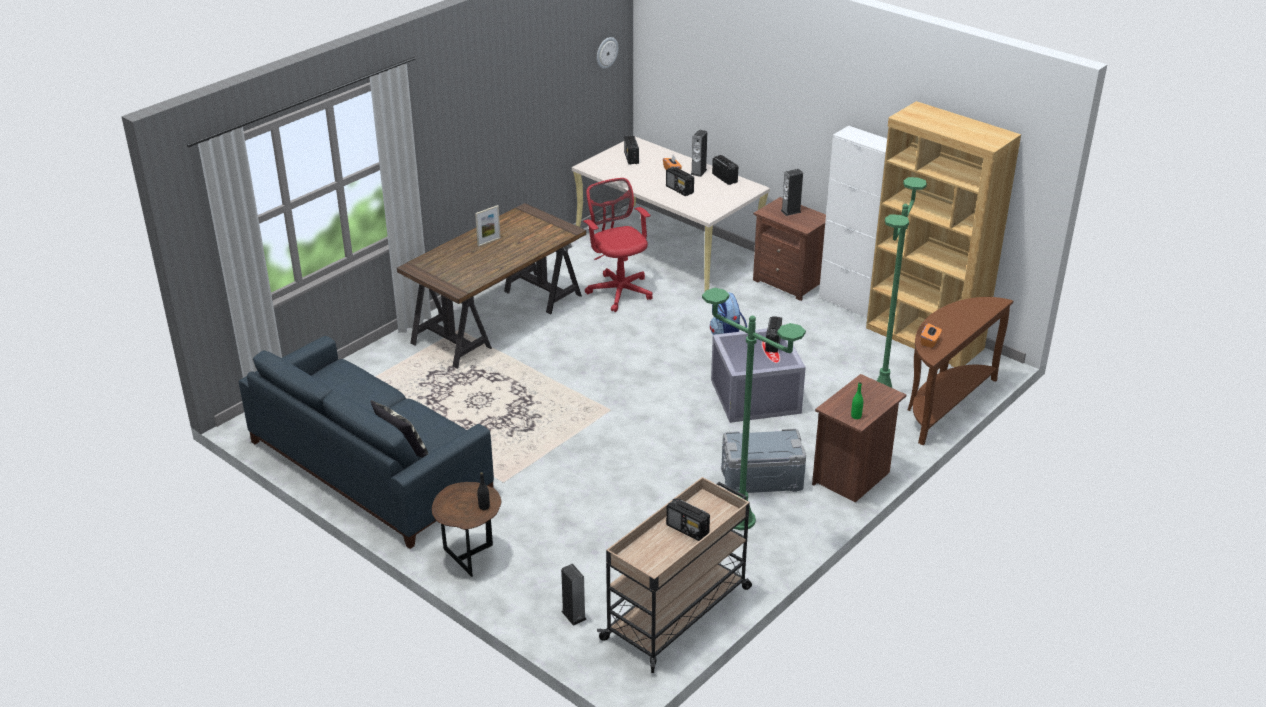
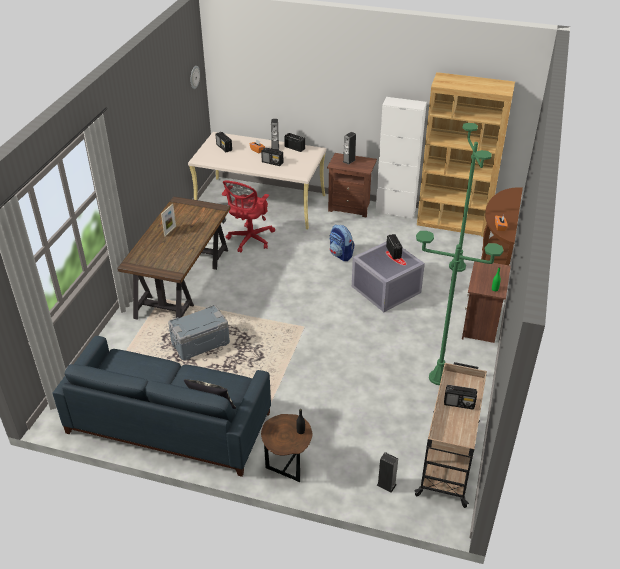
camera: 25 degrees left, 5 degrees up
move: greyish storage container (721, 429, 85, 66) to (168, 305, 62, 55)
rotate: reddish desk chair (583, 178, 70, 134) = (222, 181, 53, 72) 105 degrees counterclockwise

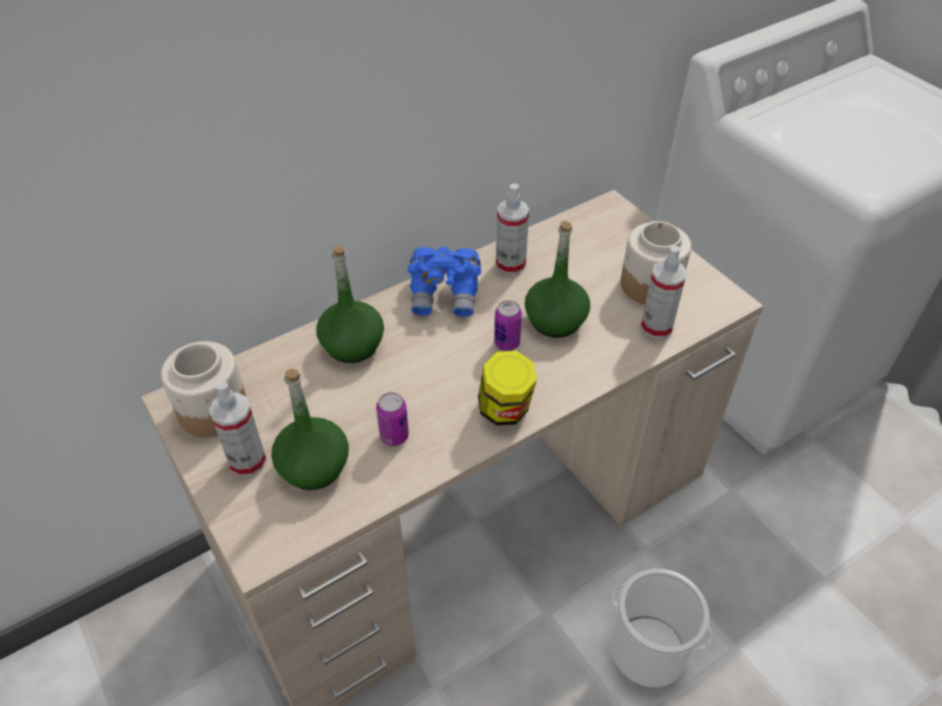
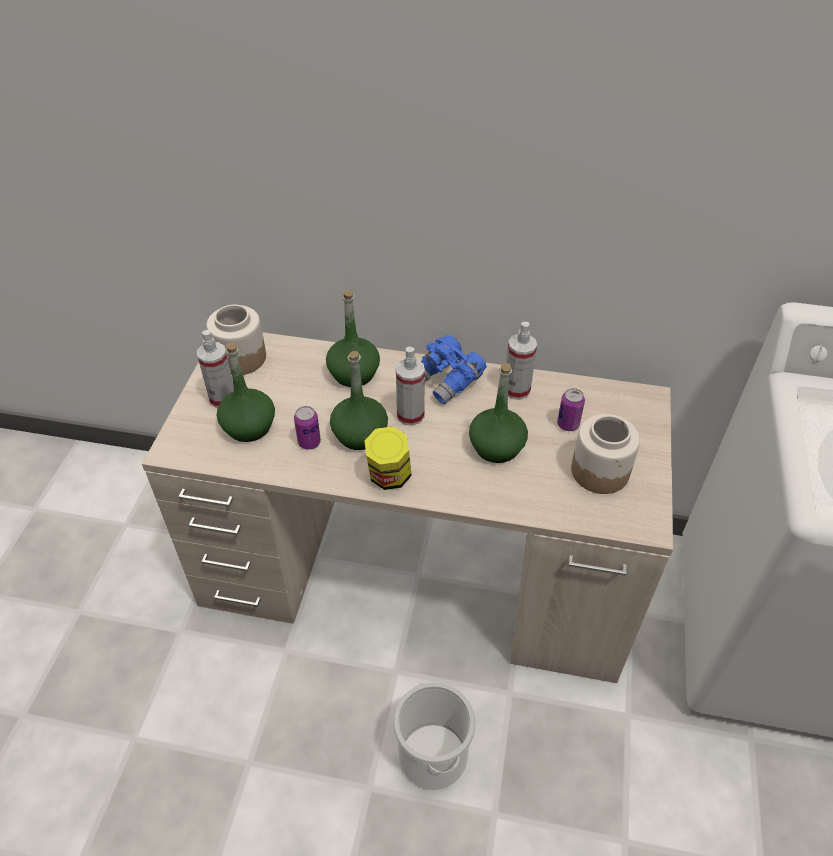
camera: 45 degrees right, 0 degrees up
insert: green-coloured drink bottle (330, 351, 58, 99)
move: sprayer (641, 246, 46, 93) to (396, 346, 29, 80); can (494, 300, 28, 51) to (557, 388, 28, 43)

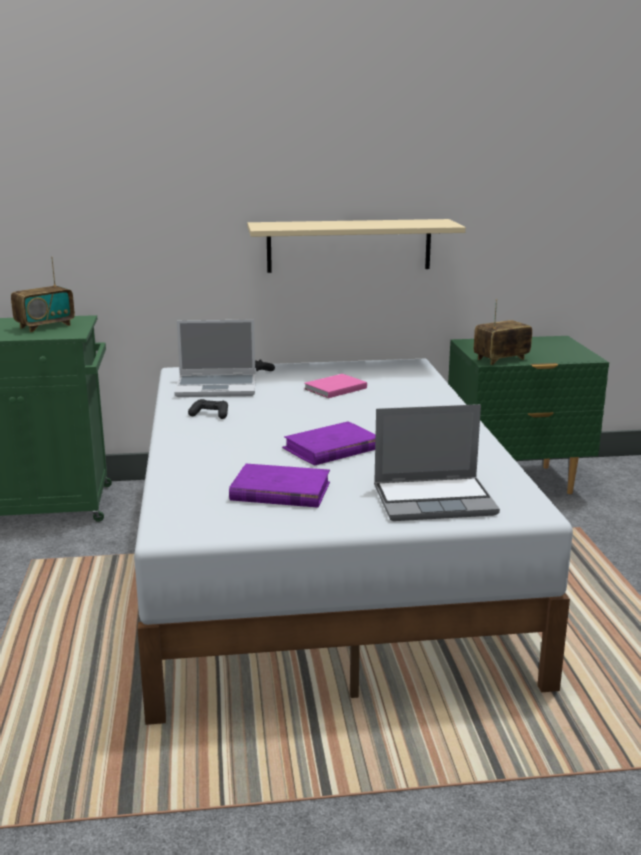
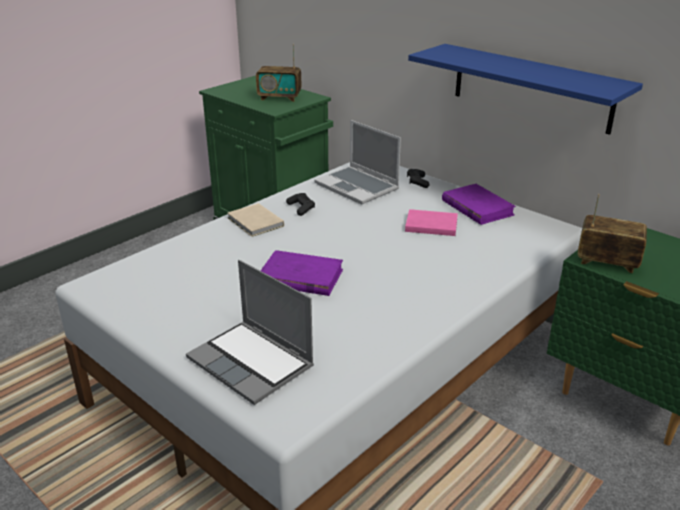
camera: 50 degrees right, 10 degrees up
insert: beige volume (227, 203, 57, 34)
move: purple volume (229, 464, 101, 44) to (442, 184, 74, 41)
recolor: beige bracket shelf (247, 219, 219, 54) to bluish bracket shelf (408, 44, 235, 91)

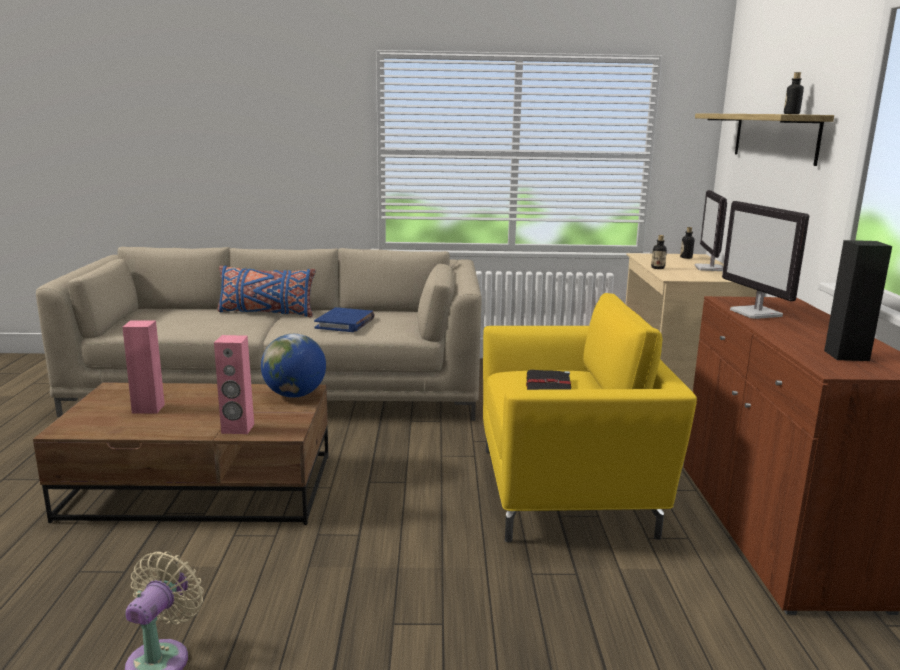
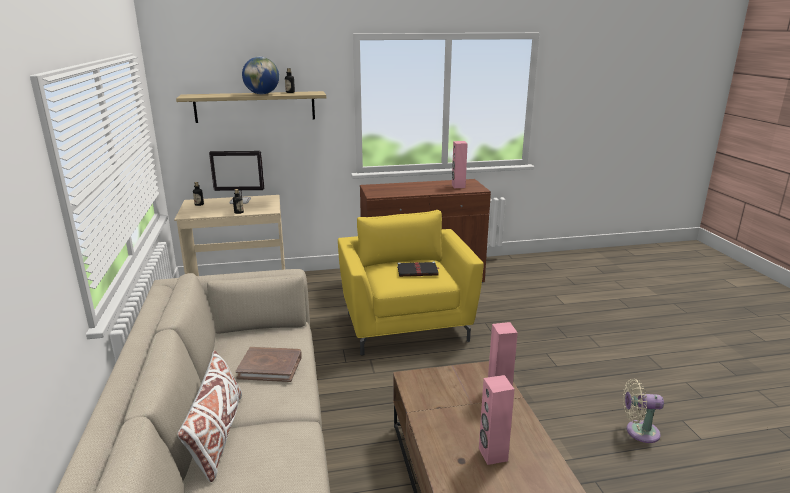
camera: 100 degrees left, 5 degrees up
delete: computer display (722, 201, 87, 118)
move: globe (261, 334, 65, 64) to (242, 57, 37, 37)
recolor: bluish pillow (217, 266, 98, 51) to white-coloured pillow (177, 350, 65, 132); bluish volume (314, 307, 61, 25) to brownish volume (235, 347, 67, 35); blackish audio speaker (824, 240, 68, 121) to pink-coloured audio speaker (452, 141, 16, 47)

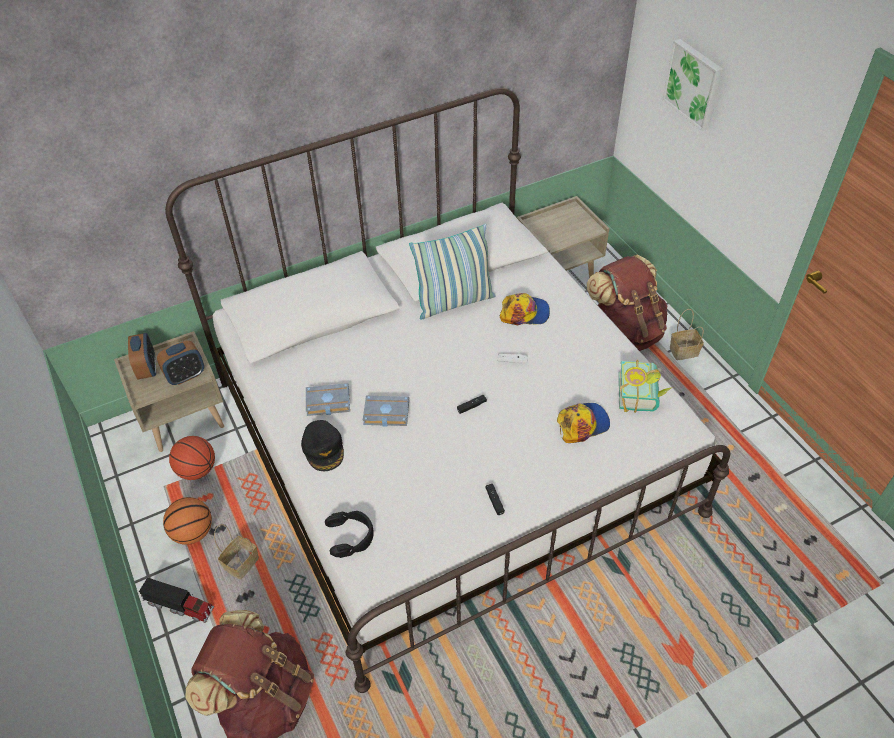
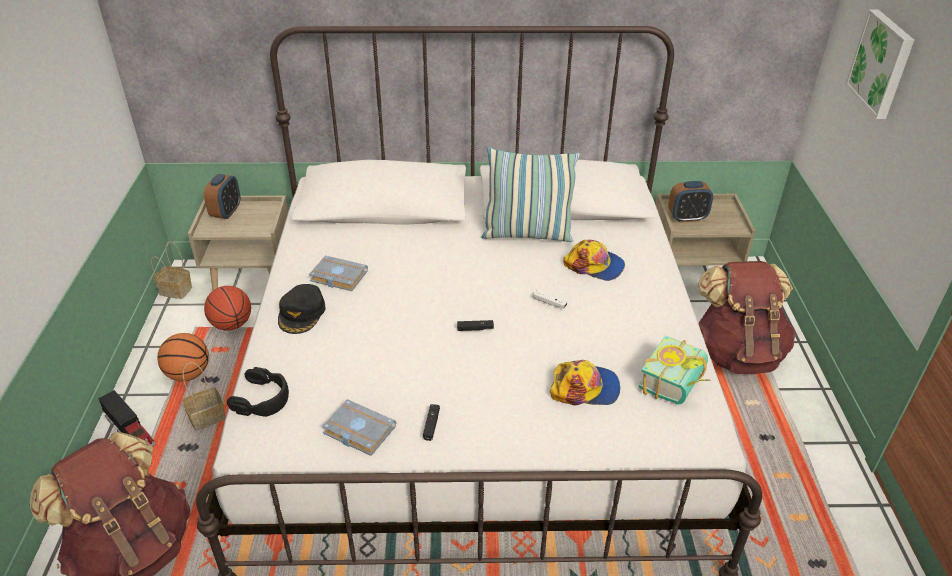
camera: 25 degrees right, 10 degrees down
move: storage basket (670, 309, 34, 51) to (151, 241, 41, 58); greyish volume (363, 396, 46, 31) to (322, 399, 74, 57); alarm clock (157, 340, 47, 45) to (668, 181, 45, 42)

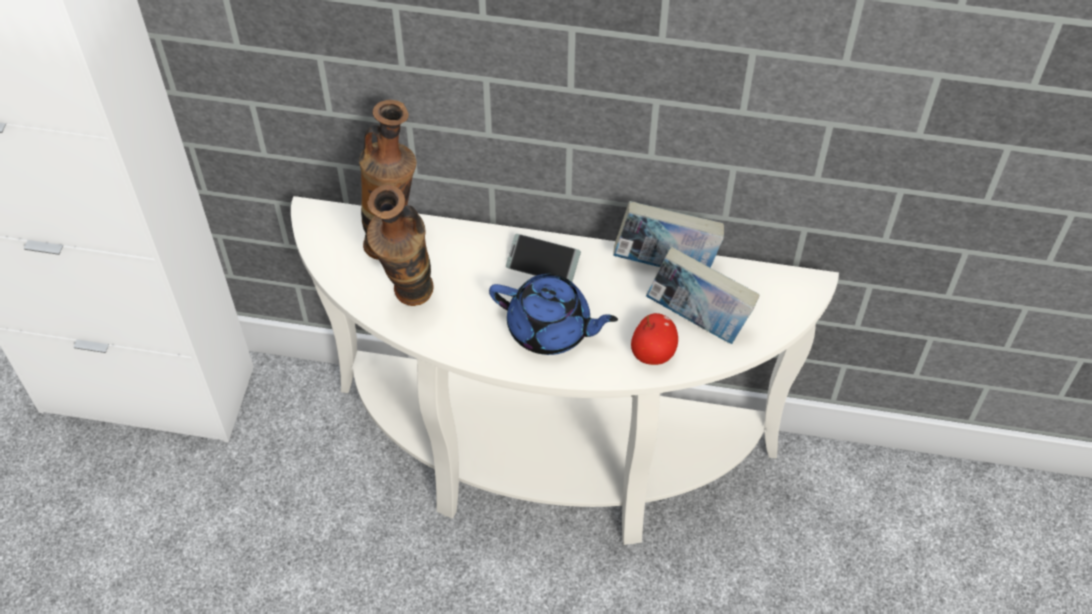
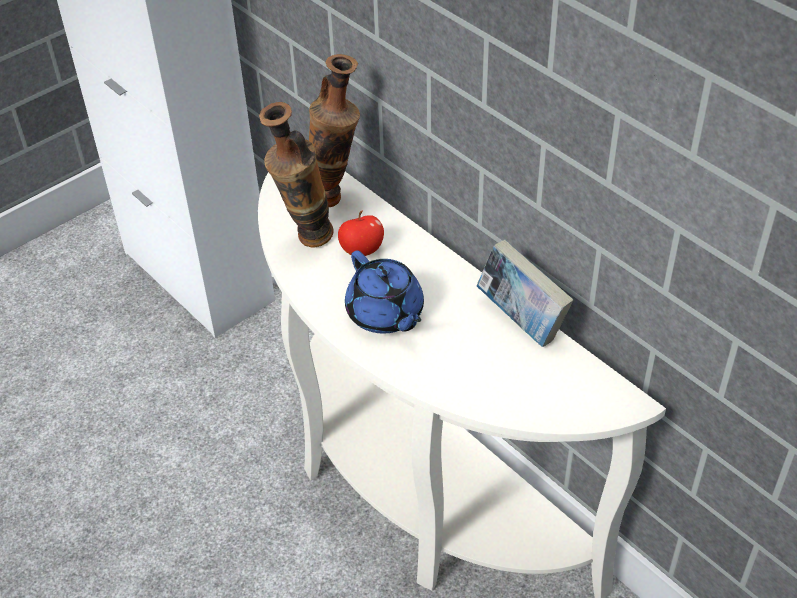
camera: 40 degrees right, 10 degrees down
delete: phone (506, 234, 75, 48); volume (646, 247, 113, 97)
move: apple (631, 313, 47, 52) to (338, 211, 46, 45)

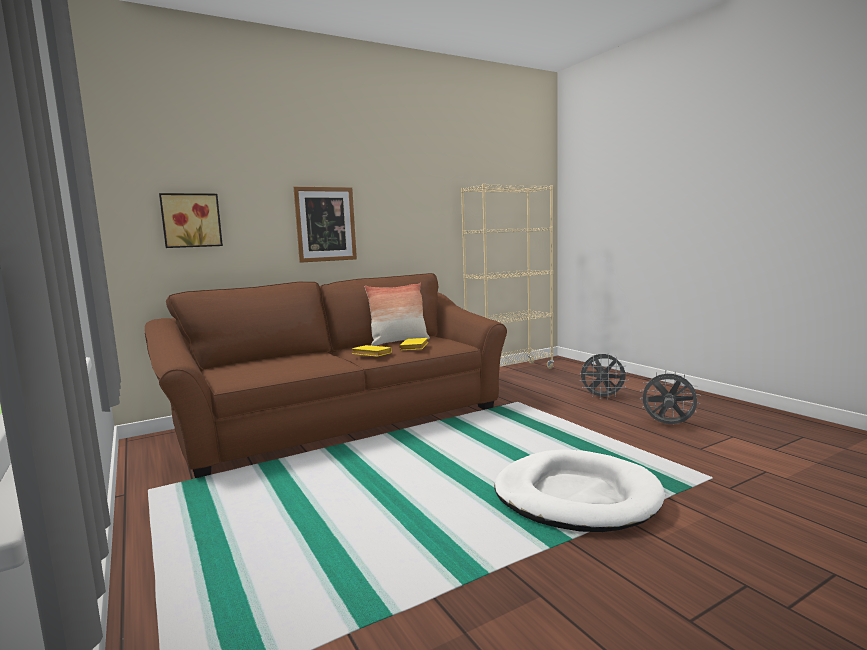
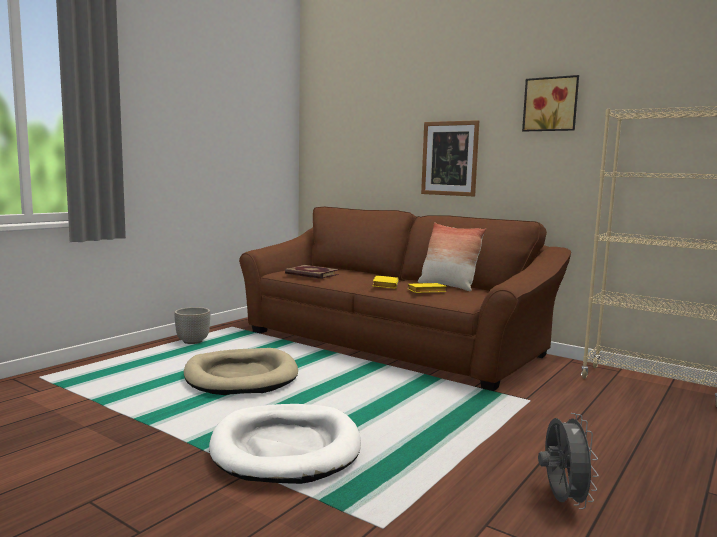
camera: 65 degrees right, 0 degrees up
delete: greyish electric fan (580, 353, 49, 46)
insert: flower pot (174, 307, 36, 37); beige dog bed (184, 348, 114, 47); volume (285, 265, 54, 14)
move: wall picture (159, 193, 64, 55) to (522, 75, 57, 56)

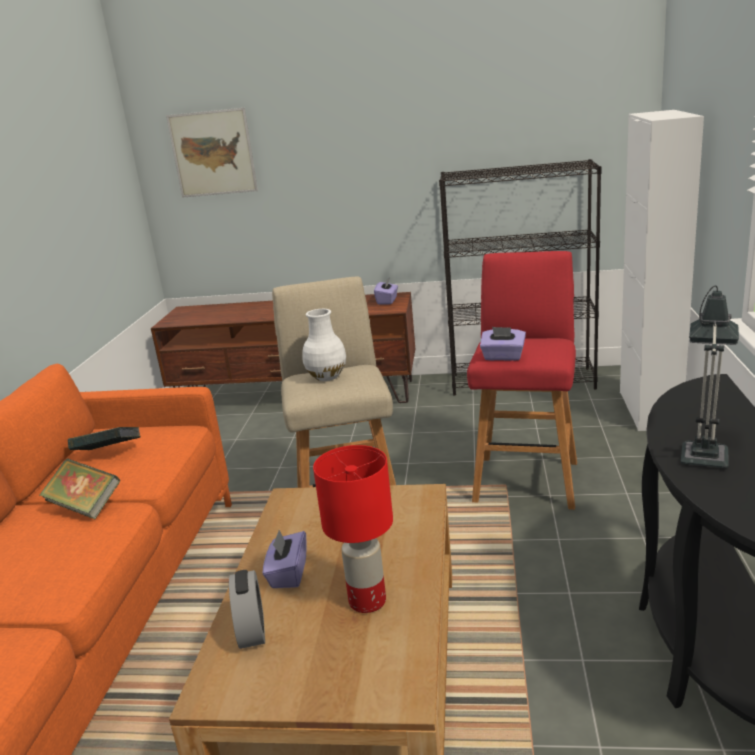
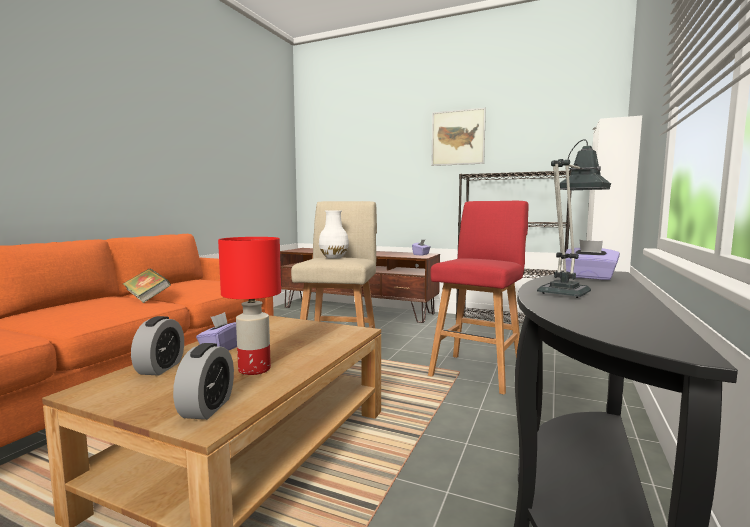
camera: 15 degrees right, 15 degrees down
delete: volume (68, 427, 72, 23)
insert: alarm clock (173, 343, 61, 77)
move: wall picture (166, 108, 92, 90) to (431, 108, 55, 58); purple box of tissues (480, 327, 46, 34) to (565, 240, 55, 40)

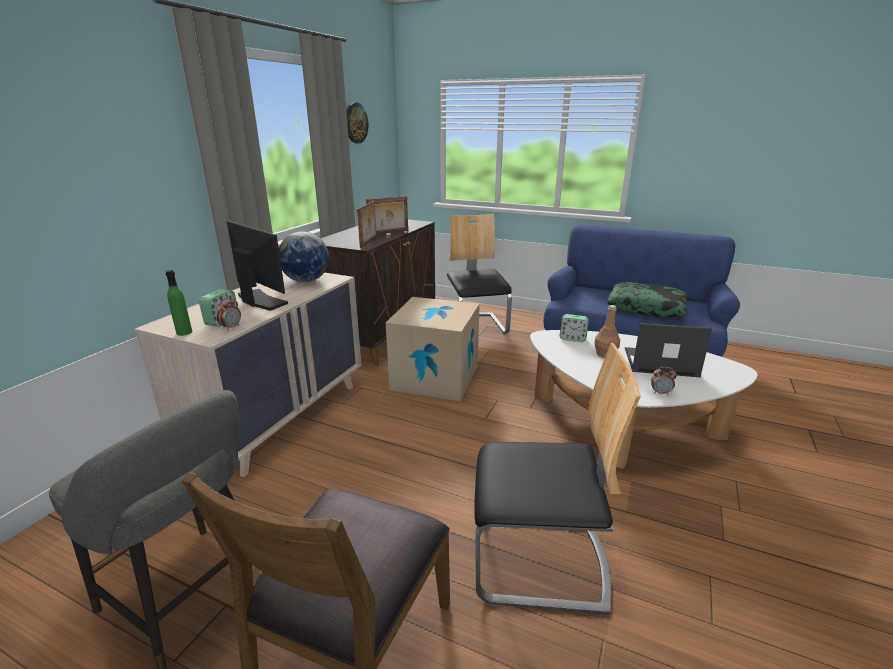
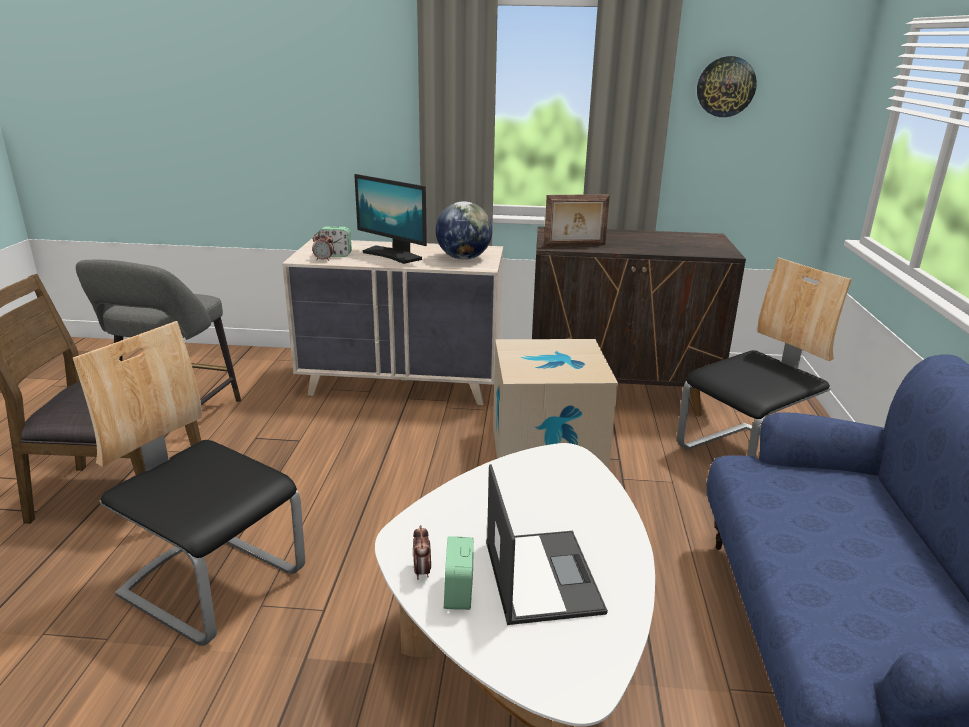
camera: 70 degrees right, 0 degrees up
delete: green-coloured drink bottle (165, 270, 27, 66); picture frame (366, 196, 42, 39); brownish drink bottle (594, 305, 26, 53); pillow (607, 282, 80, 36)
move: alarm clock (560, 314, 29, 28) to (444, 536, 30, 74)
rotate: plain chair (474, 343, 167, 271) = (73, 321, 232, 325) 135 degrees clockwise; computer display (227, 221, 61, 90) = (354, 174, 73, 90) 105 degrees clockwise

